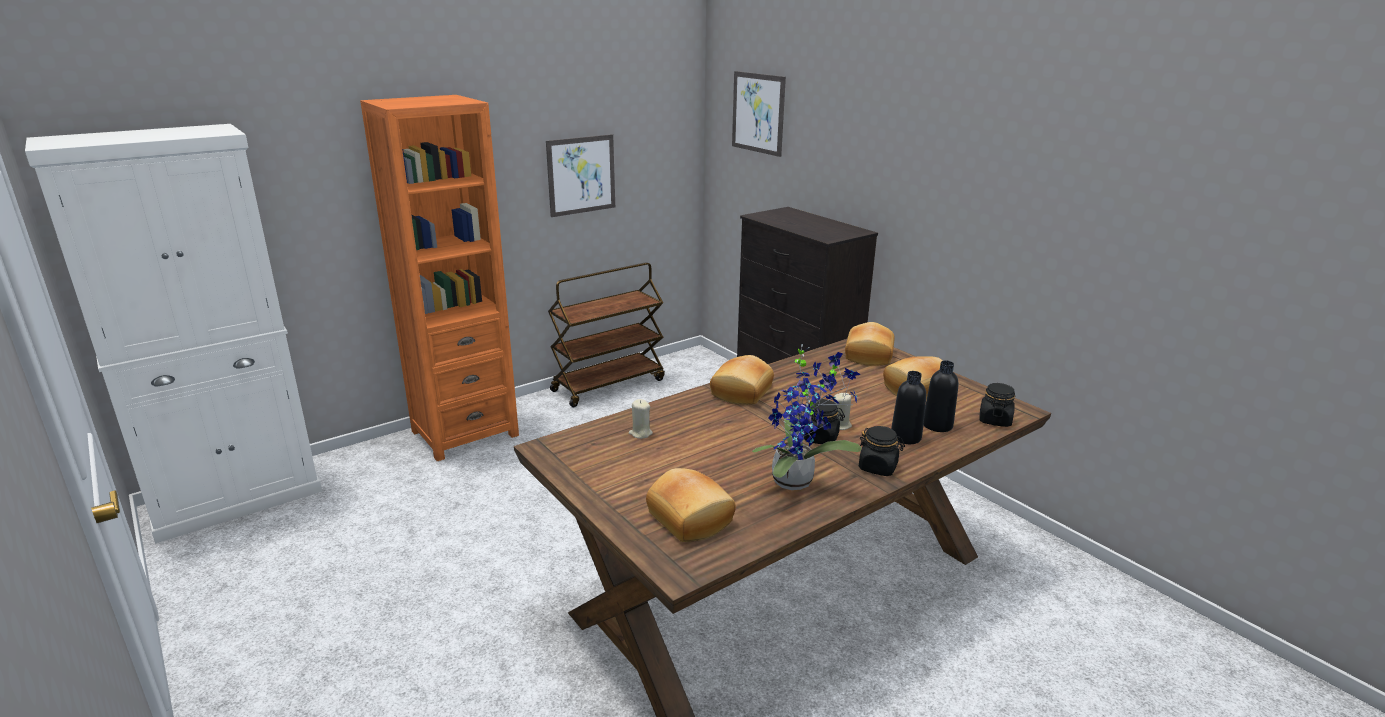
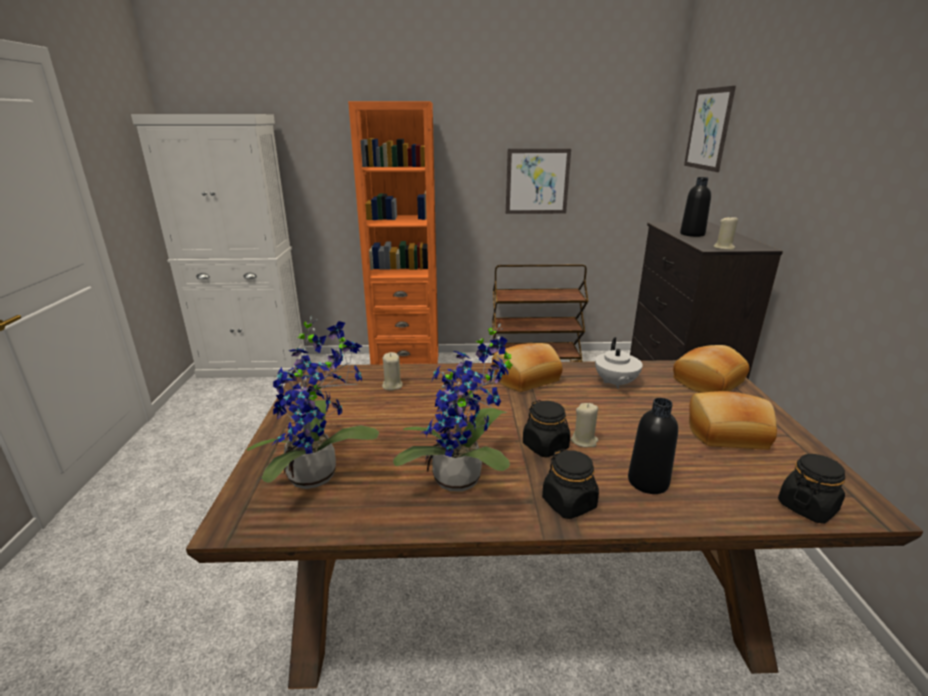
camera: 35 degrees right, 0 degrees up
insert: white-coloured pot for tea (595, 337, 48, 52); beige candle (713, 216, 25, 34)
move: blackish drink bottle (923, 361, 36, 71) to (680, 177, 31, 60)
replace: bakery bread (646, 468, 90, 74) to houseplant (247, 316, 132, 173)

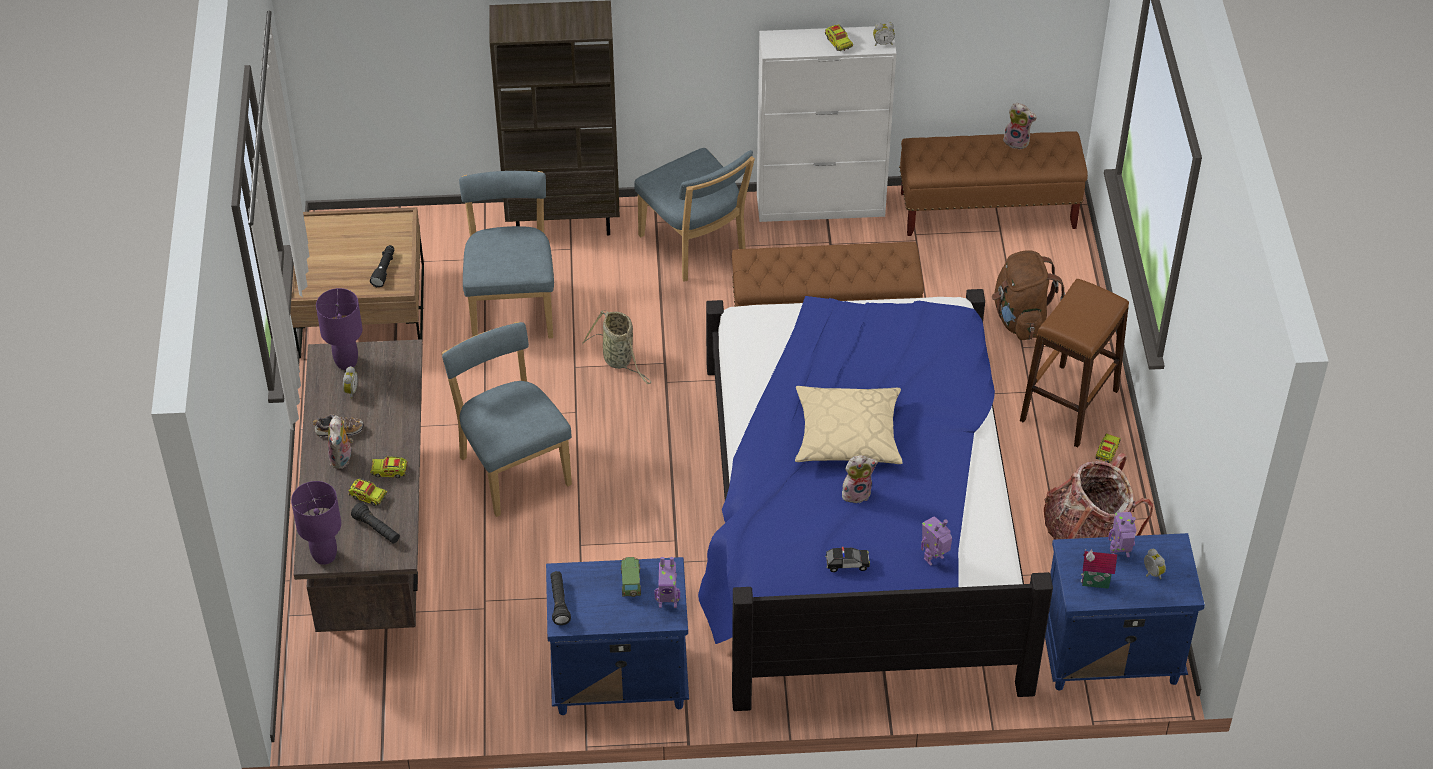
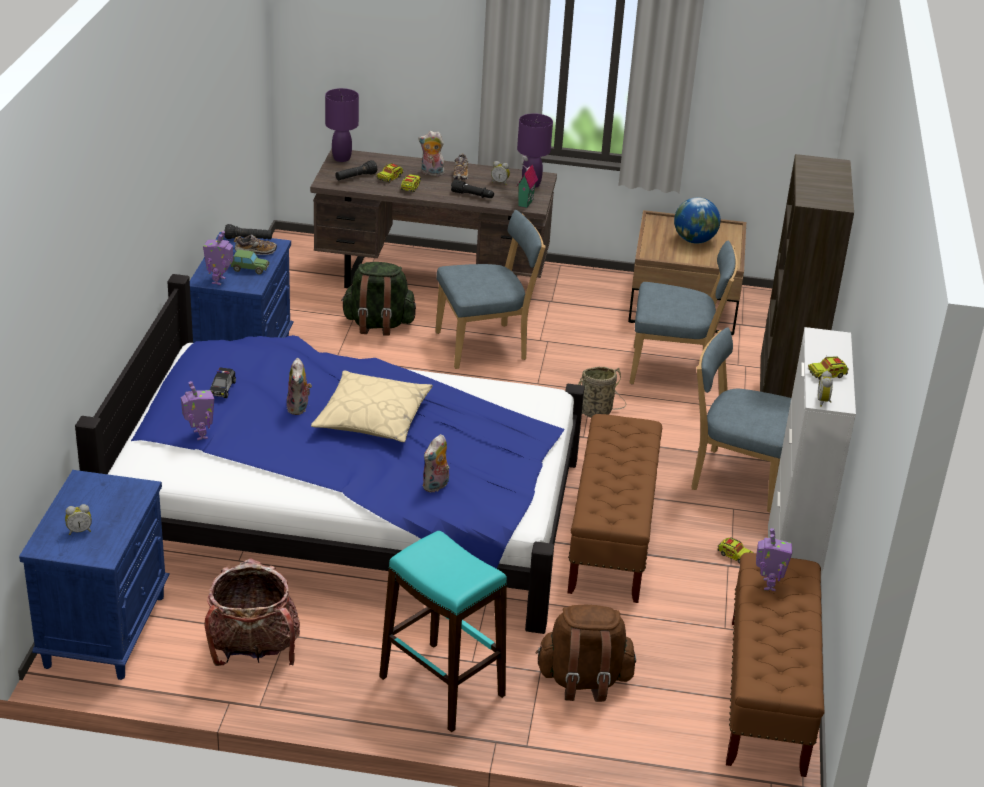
camera: 100 degrees right, 15 degrees down
insert: low shoe (234, 235, 43, 20); green-coloured knapsack (341, 262, 75, 74); globe (674, 197, 46, 47)
move: soft toy (1002, 103, 35, 47) to (422, 434, 27, 59); blackish hand torch (370, 245, 24, 42) to (451, 179, 43, 19); miniature house (1081, 549, 36, 40) to (516, 156, 22, 52); toy lorry (1095, 433, 26, 30) to (717, 537, 37, 27); robot figure (1108, 512, 28, 45) to (756, 528, 36, 63)
recolor: brownish stool (1020, 279, 109, 169) to turquoise stool (379, 531, 128, 201)
rotate: bluish plain chair (634, 148, 121, 134) = (691, 327, 100, 185) 45 degrees clockwise

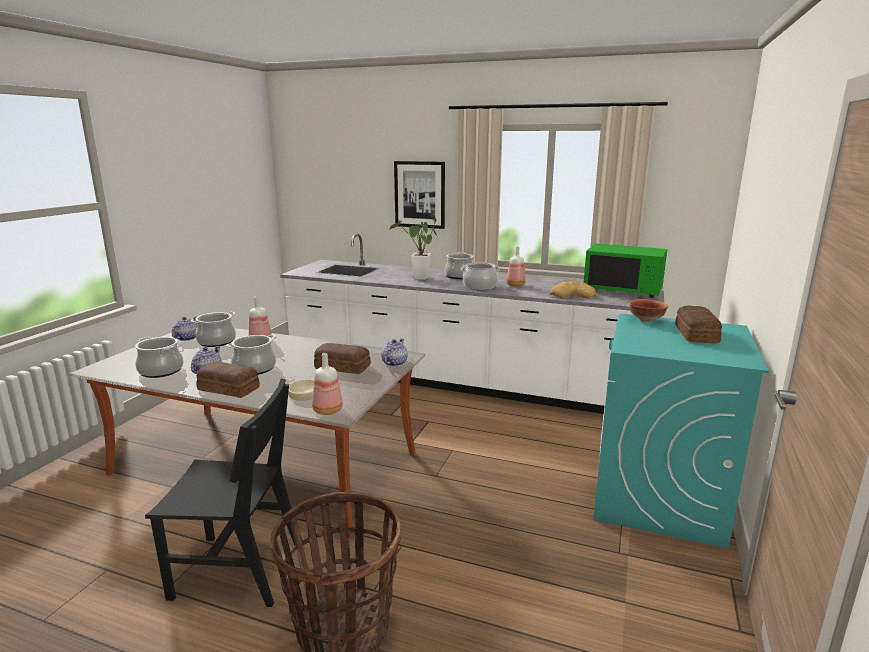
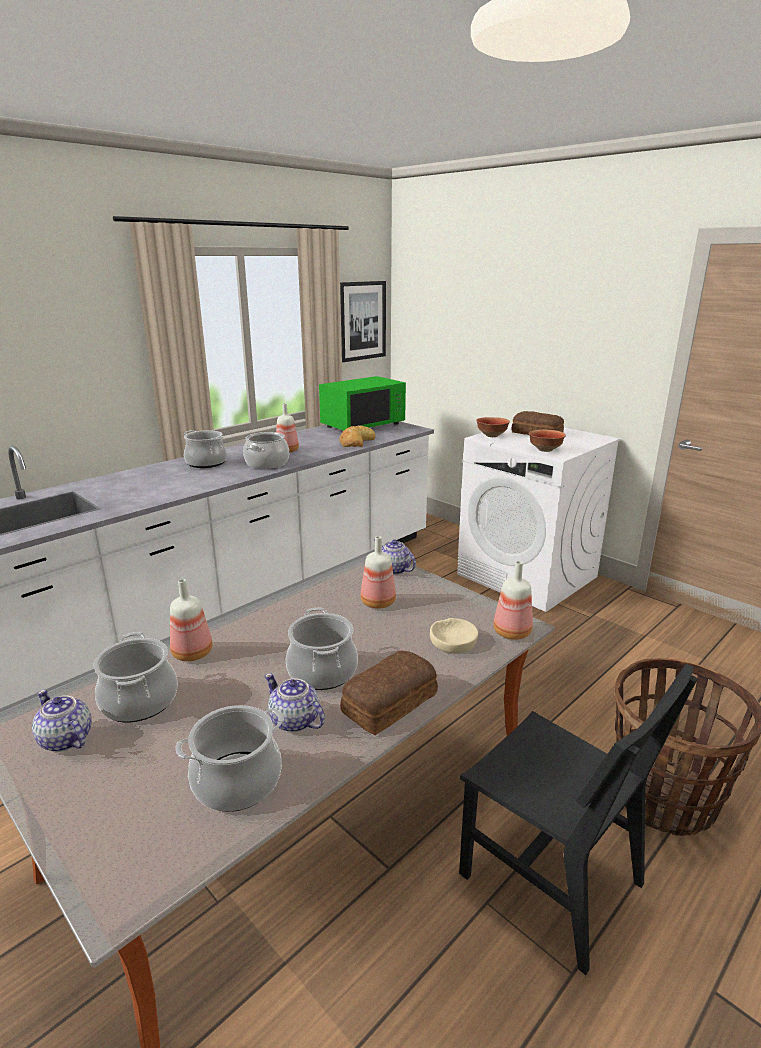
camera: 65 degrees left, 5 degrees up
delete: houseplant (389, 215, 48, 65)
insert: serving bowl (529, 430, 37, 22)
move: wall picture (394, 161, 51, 68) to (340, 281, 46, 81)
replace: bakery bread (314, 343, 57, 31) to drink bottle (361, 536, 35, 73)
recolor: turquoise laundry machine (594, 314, 175, 234) to white-coloured laundry machine (457, 424, 163, 188)
rotate: blackish plain chair (145, 379, 150, 228) = (459, 663, 239, 312) 105 degrees clockwise

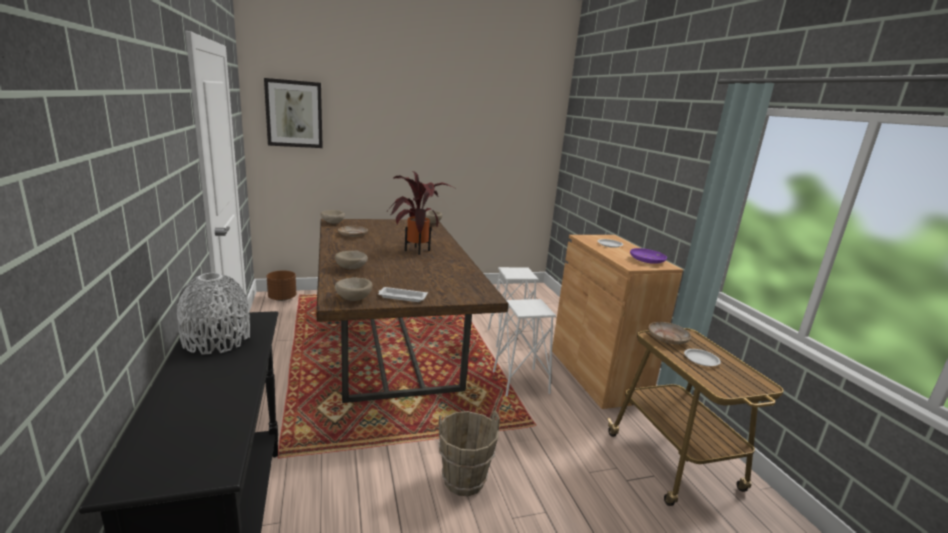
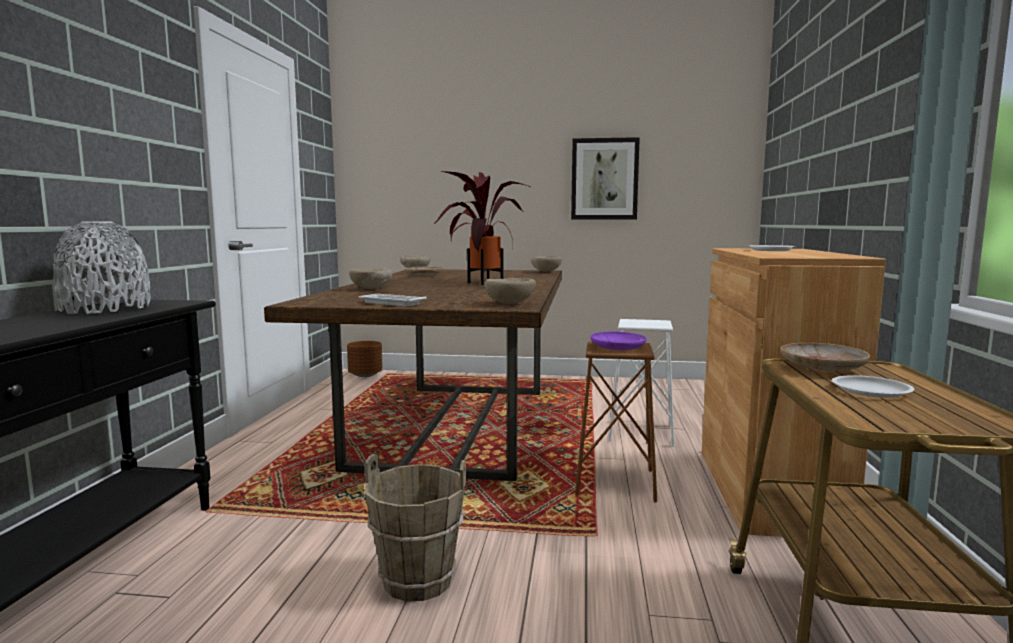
camera: 25 degrees right, 10 degrees down
move: beige serving bowl (335, 277, 38, 24) to (484, 278, 52, 26); wall picture (264, 78, 59, 70) to (571, 137, 69, 82); purple flat dish (630, 248, 37, 16) to (590, 331, 57, 19)
recolor: white-coloured stool (493, 299, 63, 98) to brownish stool (575, 341, 82, 162)

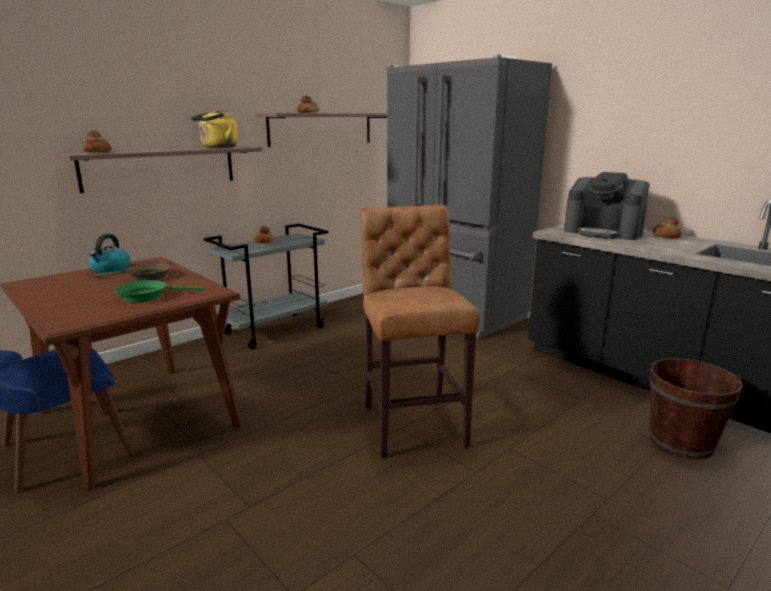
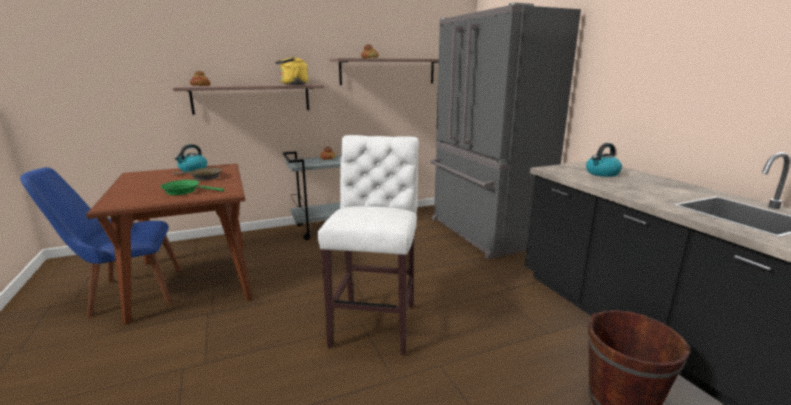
camera: 20 degrees right, 0 degrees up
delete: bakery bread (653, 217, 29, 22)
replace: coffee brewer (564, 172, 86, 68) to tea kettle (586, 143, 36, 34)
recolor: brownish stool (359, 205, 121, 253) to white-coloured stool (318, 135, 101, 220)

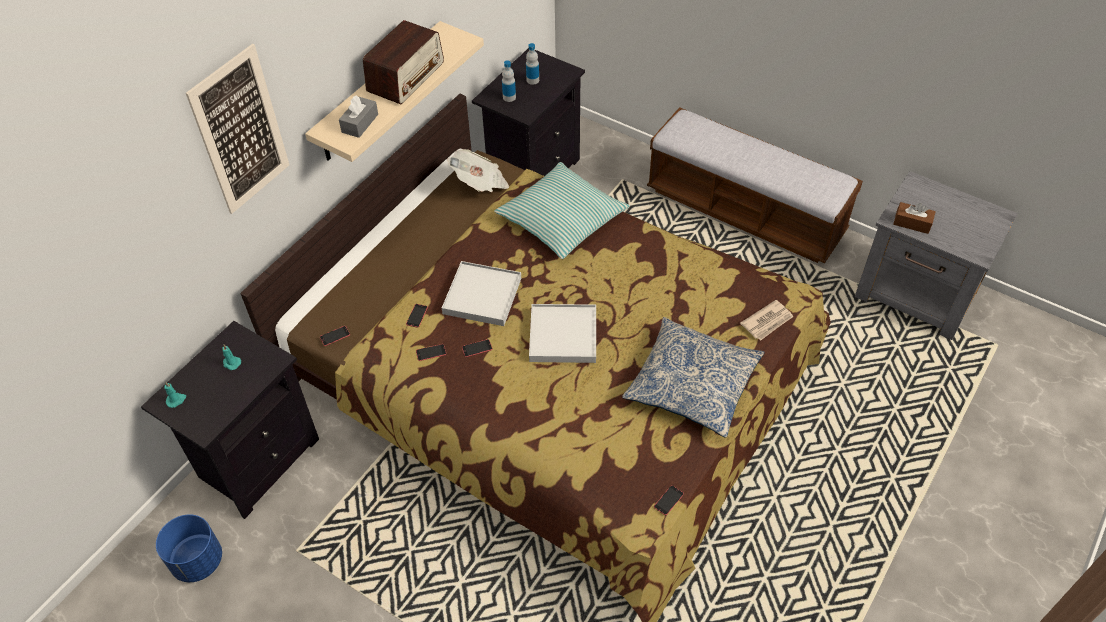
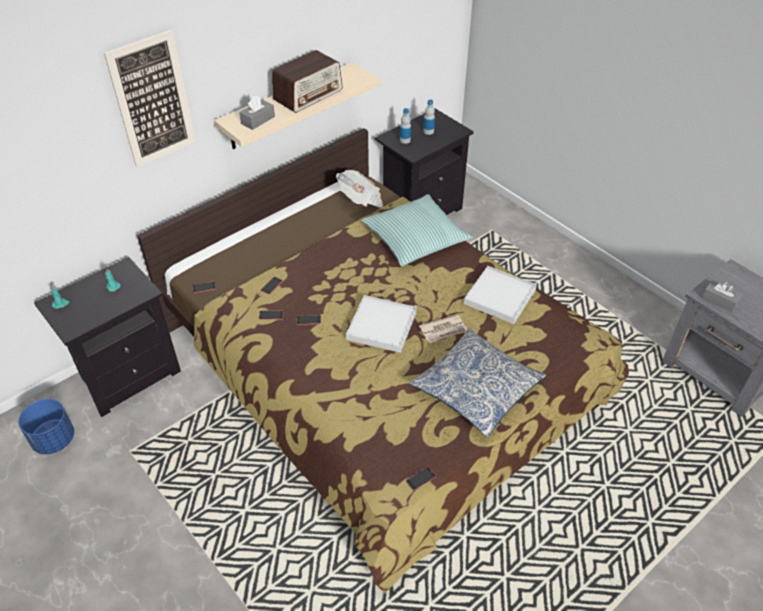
camera: 15 degrees right, 5 degrees down
delete: indoor bench (647, 107, 216, 156)
move: printed paper (740, 300, 54, 41) to (419, 315, 48, 28); white-coloured carrying tray (442, 261, 79, 65) to (464, 266, 73, 58)
recolor: brownish box of tissues (893, 202, 43, 32) to greyish box of tissues (702, 280, 41, 32)

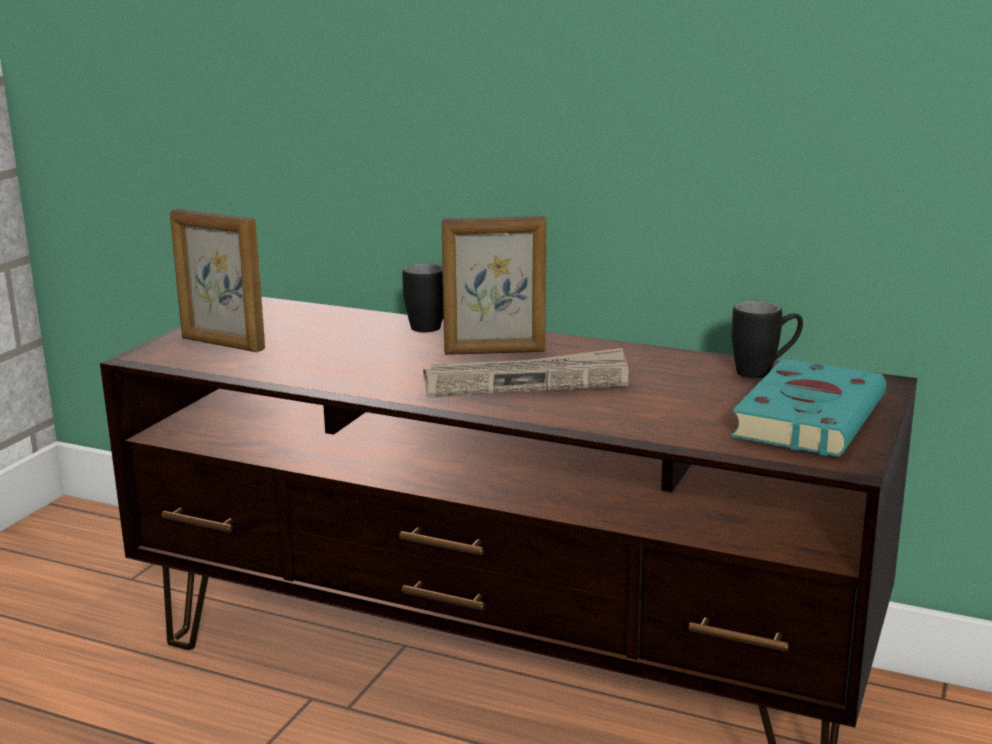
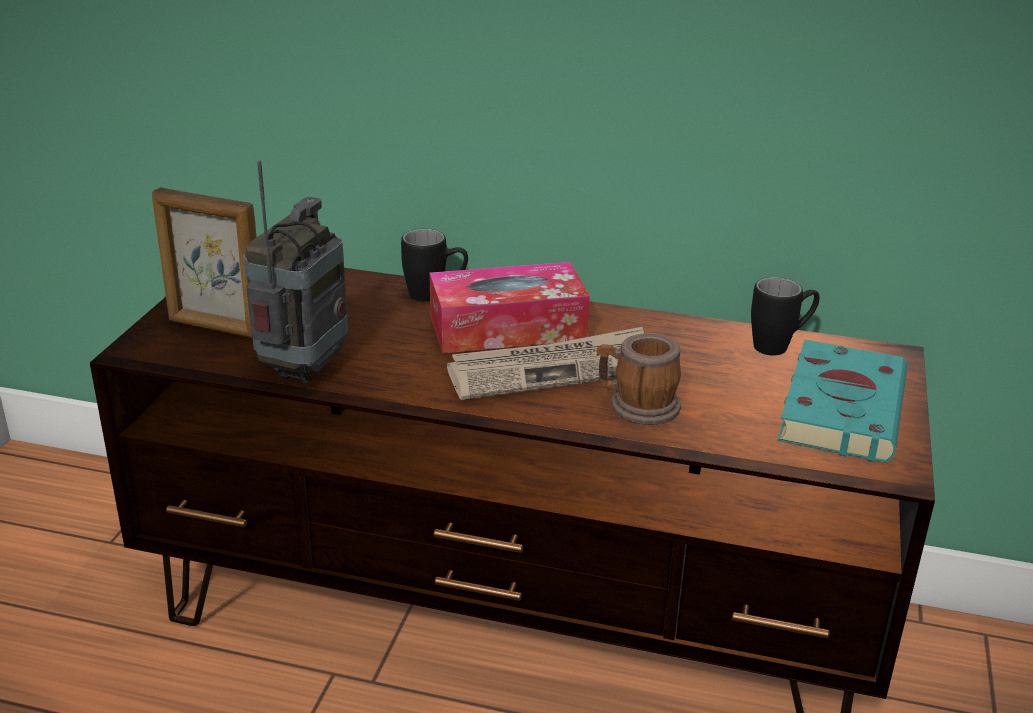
camera: 10 degrees left, 10 degrees up
insert: radio receiver (244, 160, 104, 224); coffee mug (597, 333, 84, 92)
replace: picture frame (441, 216, 105, 139) to box of tissues (430, 262, 160, 91)

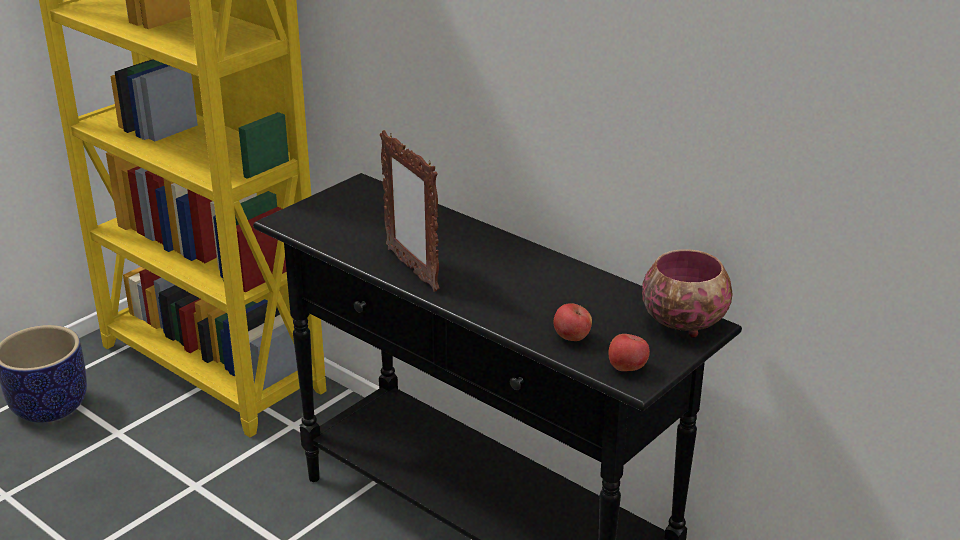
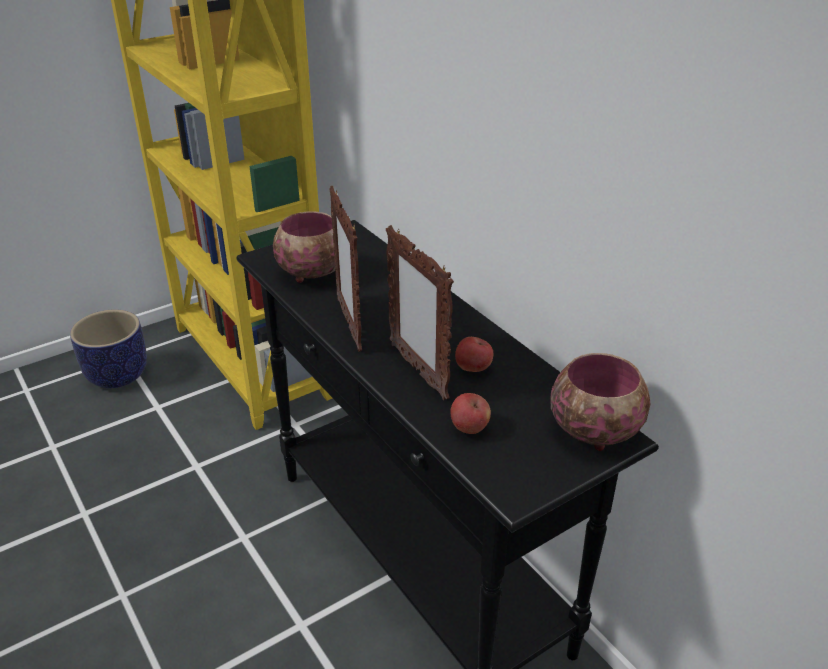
camera: 15 degrees right, 5 degrees up
insert: serving bowl (273, 211, 62, 72); picture frame (386, 225, 68, 175)
move: apple (608, 334, 42, 37) to (455, 337, 38, 35)

